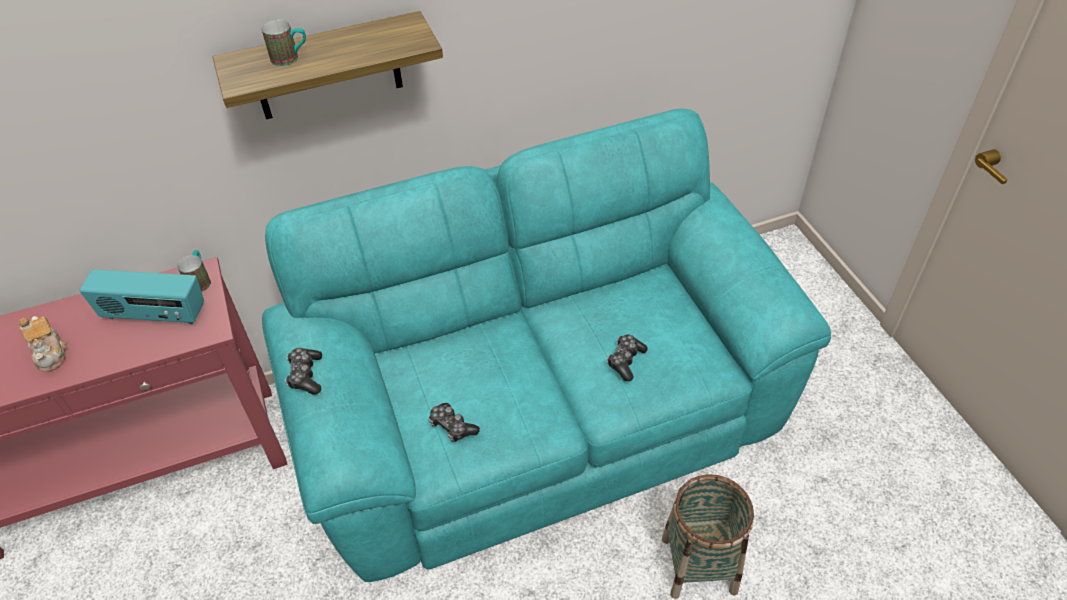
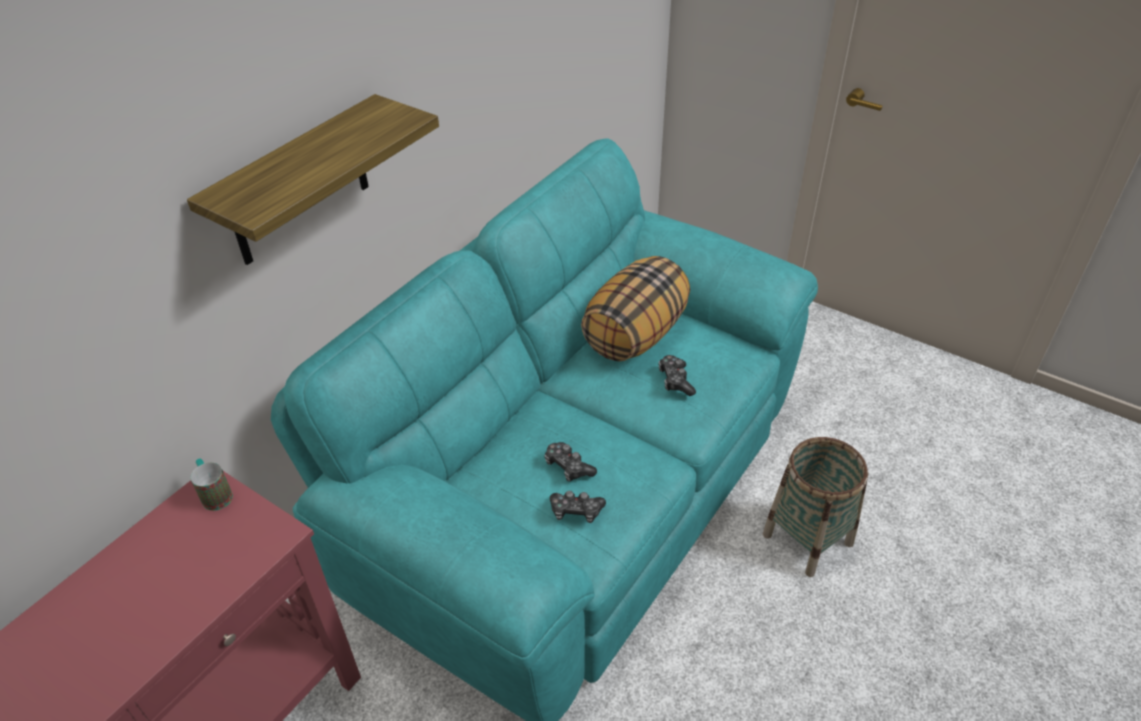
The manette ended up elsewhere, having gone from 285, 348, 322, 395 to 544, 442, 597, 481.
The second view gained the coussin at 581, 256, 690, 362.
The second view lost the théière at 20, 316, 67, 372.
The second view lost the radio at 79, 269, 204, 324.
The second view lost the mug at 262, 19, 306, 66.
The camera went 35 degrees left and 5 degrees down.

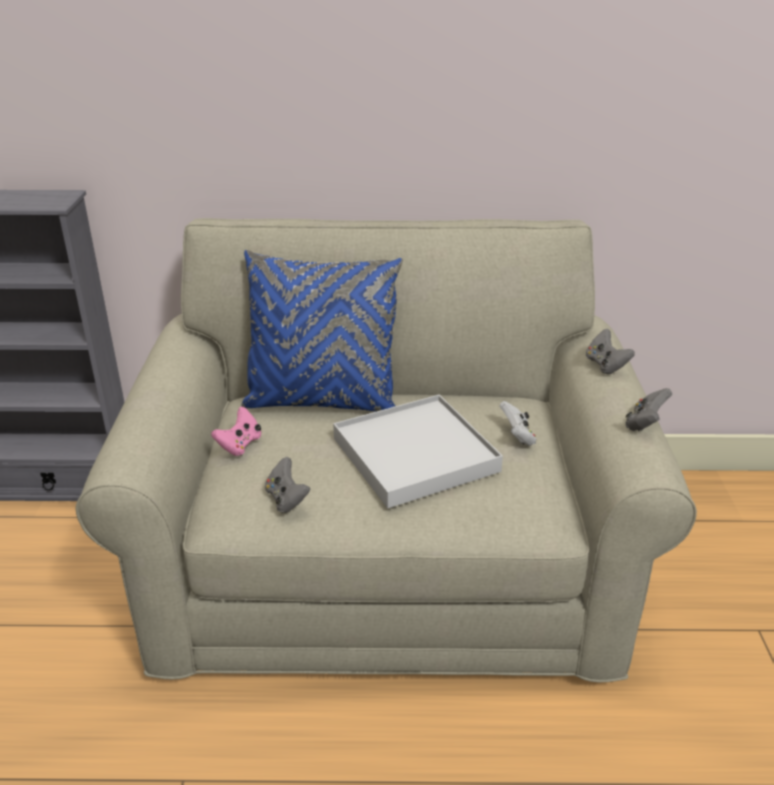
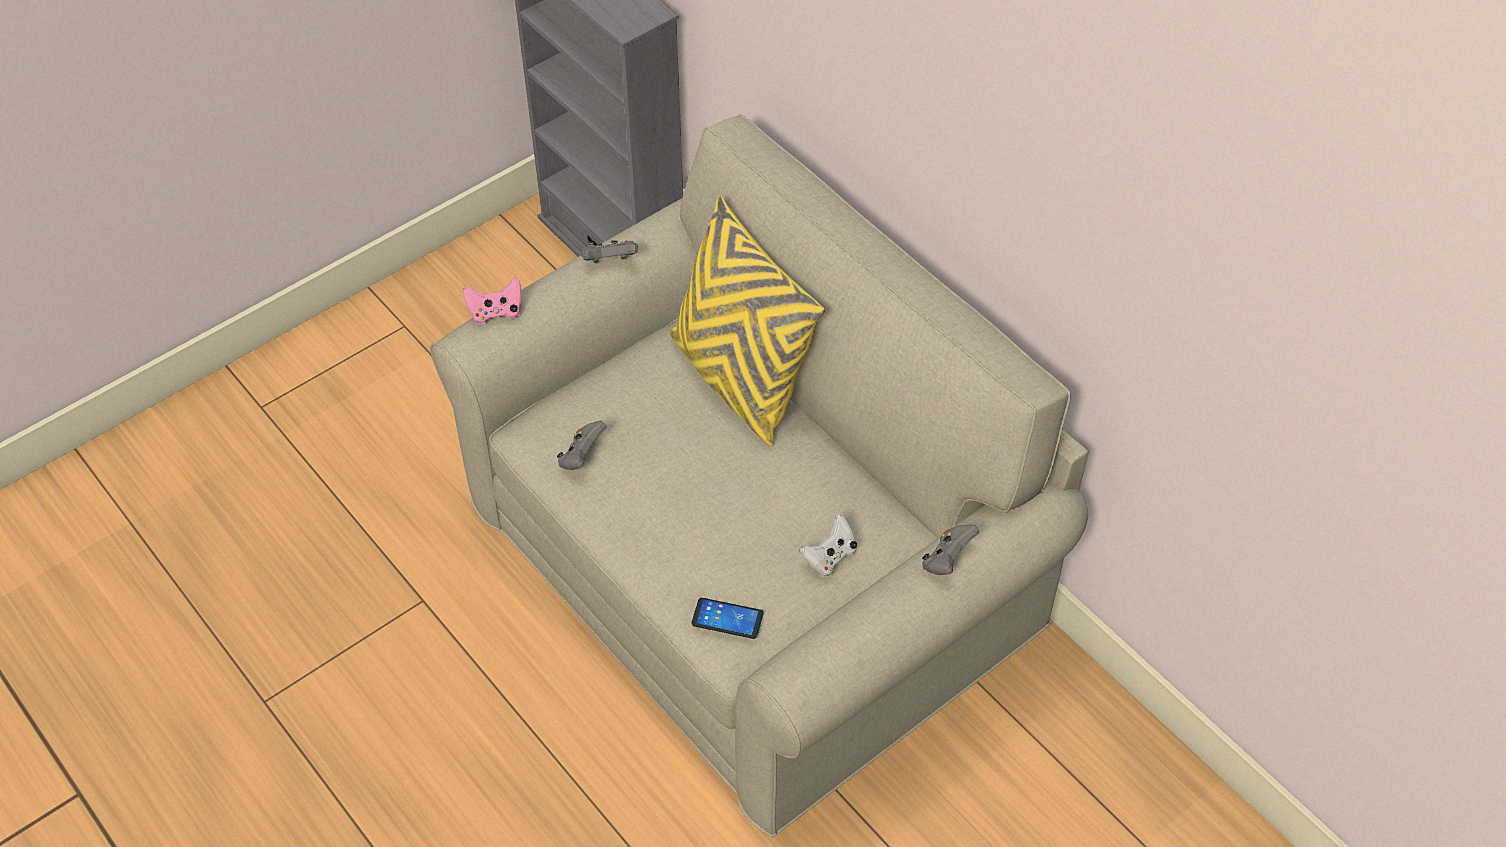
The manette [rose] ended up elsewhere, having gone from 211, 407, 261, 456 to 463, 277, 522, 324.
The manette [gris] ended up elsewhere, having gone from 626, 388, 672, 431 to 581, 240, 638, 263.
What was the coussin [bleu] at 241, 250, 403, 412 turned into the coussin [jaune] at 670, 196, 825, 446.
The second view gained the téléphone at 691, 598, 763, 639.
The second view lost the plateau [blanc] at 333, 395, 503, 508.
The camera went 50 degrees right and 20 degrees up.

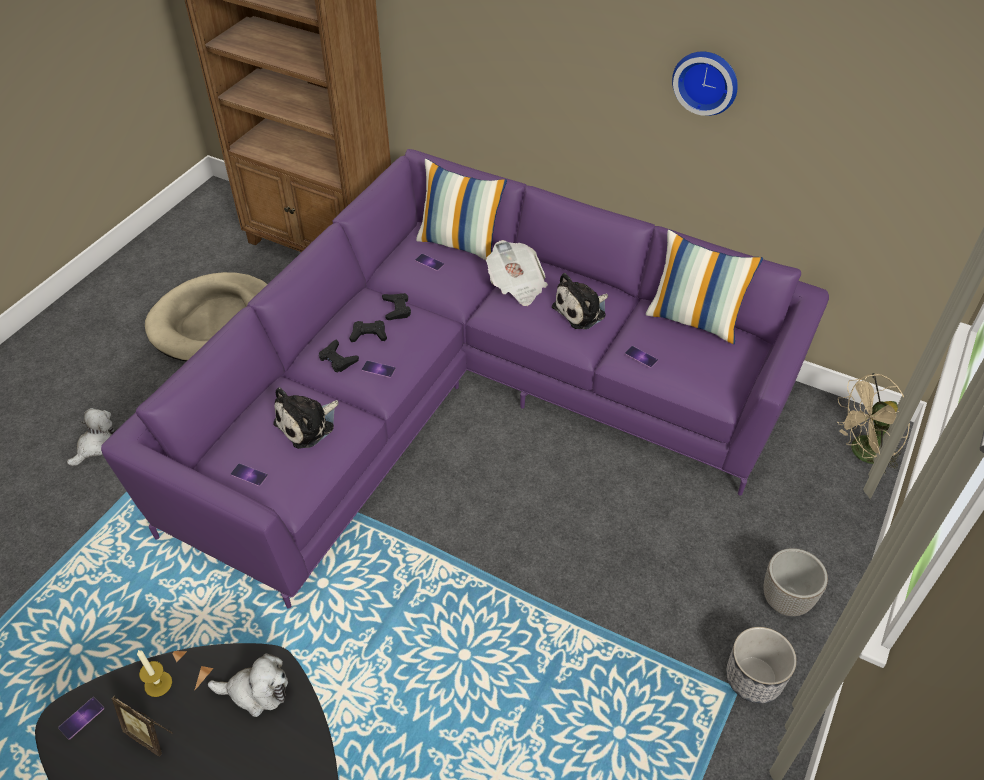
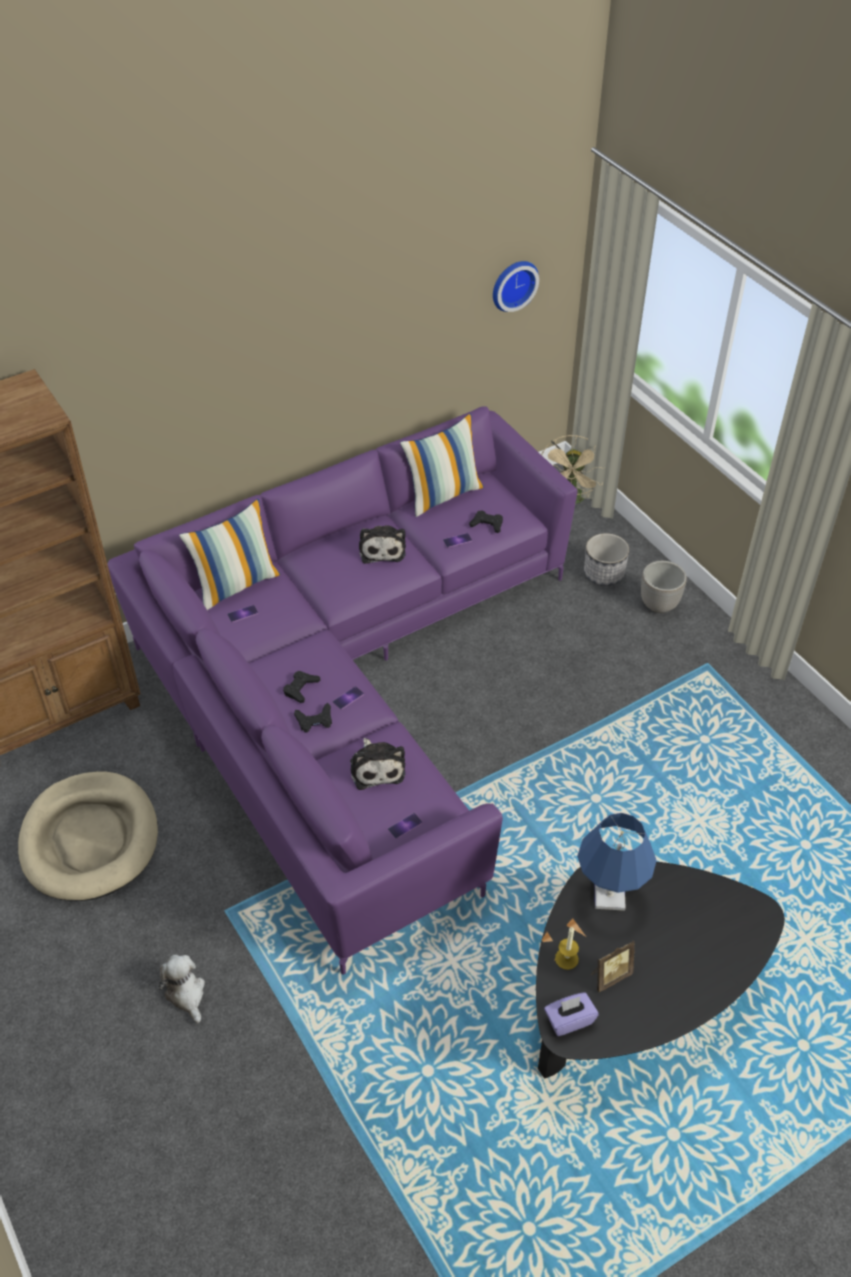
The manette [noir] ended up elsewhere, having gone from 382, 293, 411, 320 to 469, 511, 503, 533.
The horloge murale ended up elsewhere, having gone from 672, 51, 738, 116 to 493, 261, 539, 312.
Where the téléphone stood at 58, 697, 104, 739, the boîte à mouchoirs [violet] came to stand at 544, 992, 598, 1036.
Where the peluche stood at 208, 653, 288, 717, the lampe de table [bleu] came to stand at 577, 813, 657, 911.
The cache-pot ended up elsewhere, having gone from 726, 627, 797, 703 to 584, 533, 629, 586.
The second view lost the journal at 486, 240, 548, 306.
The camera went 60 degrees left and 0 degrees up.

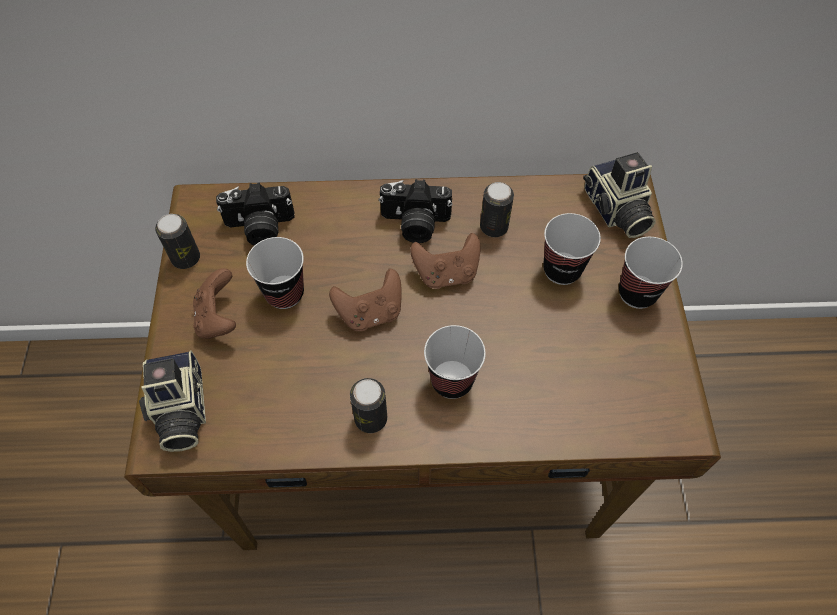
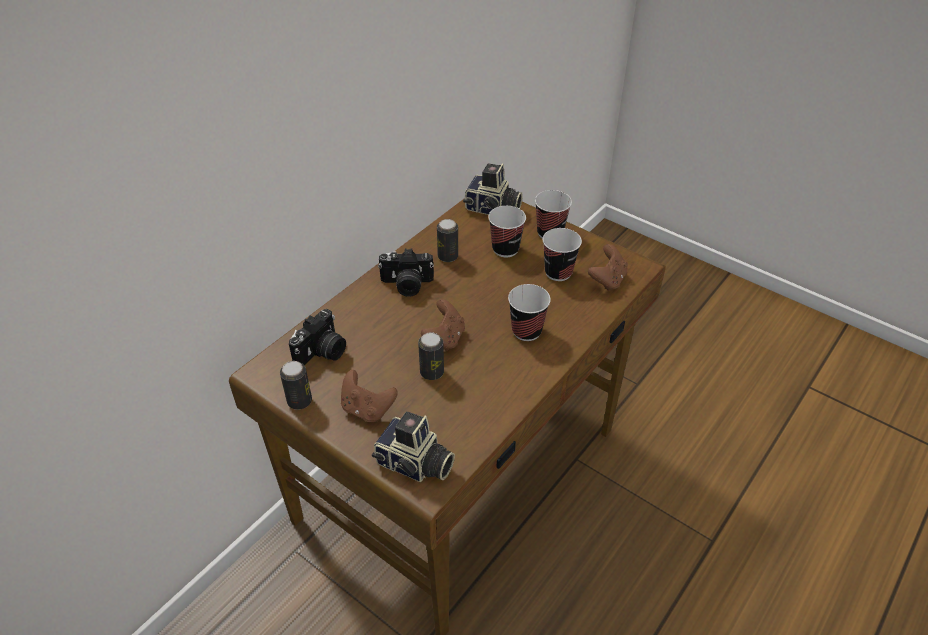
The appareil photo at 378, 179, 453, 243 ended up facing another way, 45 degrees clockwise from before.
The boîte métallique ended up elsewhere, having gone from 350, 378, 387, 433 to 418, 332, 444, 380.
The tasse ended up elsewhere, having gone from 246, 237, 304, 309 to 543, 228, 582, 281.
The manette [marron] ended up elsewhere, having gone from 410, 233, 481, 289 to 588, 244, 628, 291.
The camera went 50 degrees left and 15 degrees down.

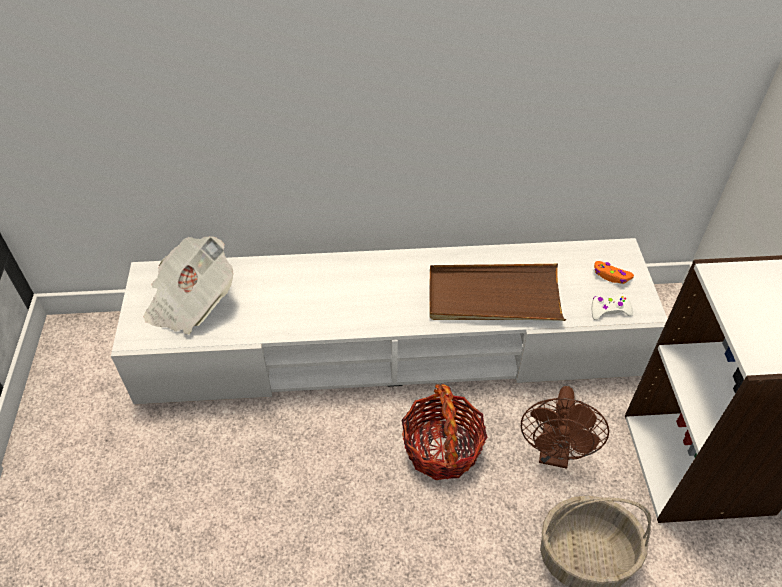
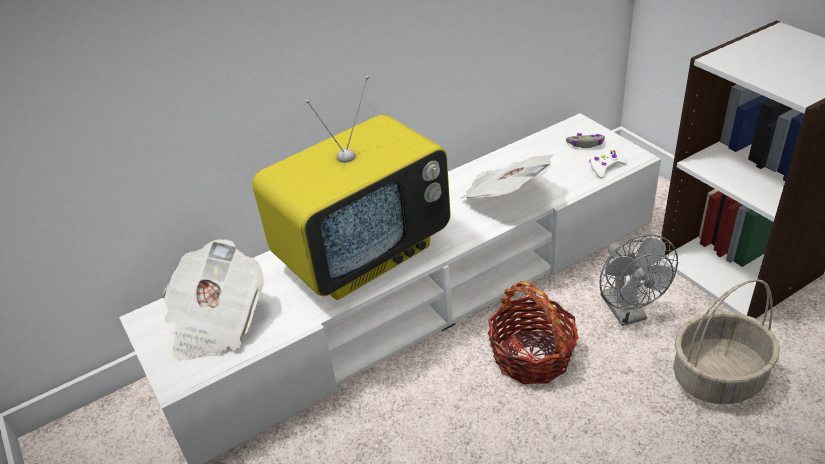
The second view gained the téléviseur at 252, 76, 451, 300.
Where the plateau [marron] stood at 429, 264, 566, 321, the journal came to stand at 460, 154, 554, 199.
What was the manette [orange] at 594, 261, 634, 284 turned into the manette [gris] at 566, 133, 605, 148.
What was the ventilateur [marron] at 521, 386, 609, 469 turned into the ventilateur [gris] at 600, 235, 678, 326.
The camera went 25 degrees left and 10 degrees down.

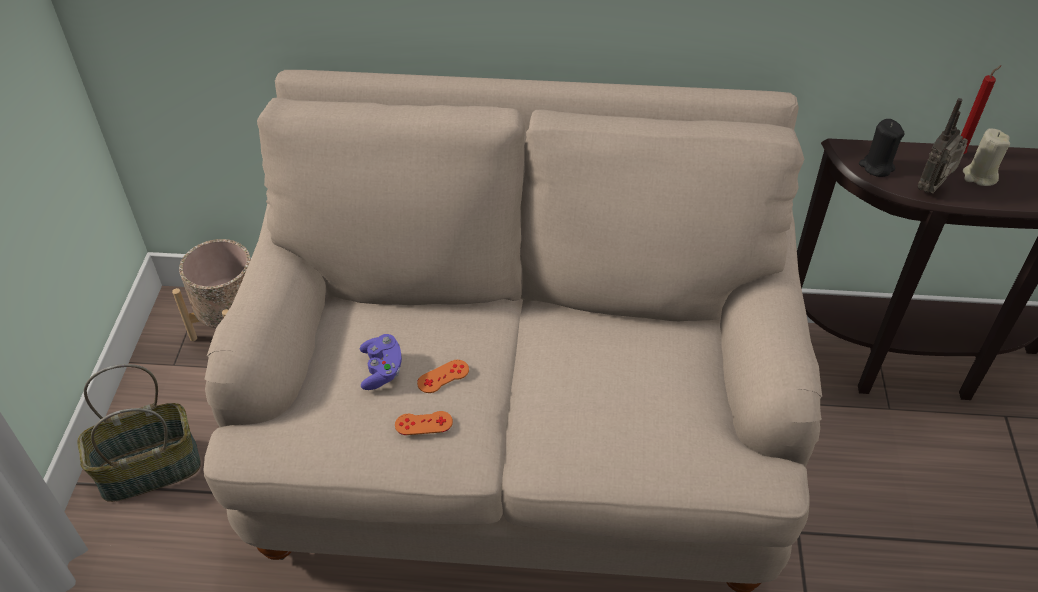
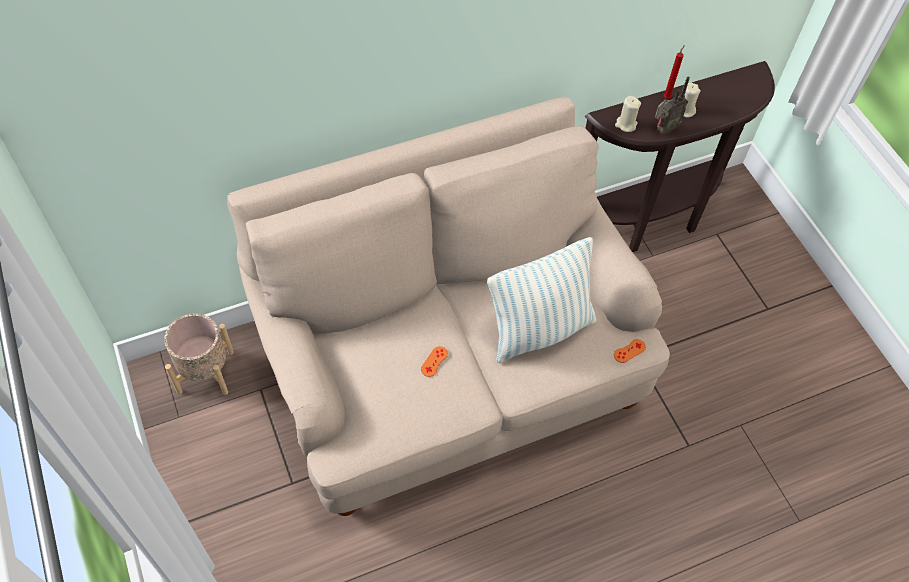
The second view gained the coussin at 487, 237, 597, 363.
The manette [orange] ended up elsewhere, having gone from 395, 411, 453, 435 to 614, 339, 646, 363.
What was the bougie [noir] at 859, 119, 905, 177 turned into the bougie [beige] at 615, 96, 641, 132.
The radio at 917, 98, 968, 194 ended up facing another way, 135 degrees counterclockwise from before.
The second view lost the panier at 77, 364, 201, 502.
The second view lost the manette [violet] at 360, 334, 402, 390.
The camera went 30 degrees left and 10 degrees up.

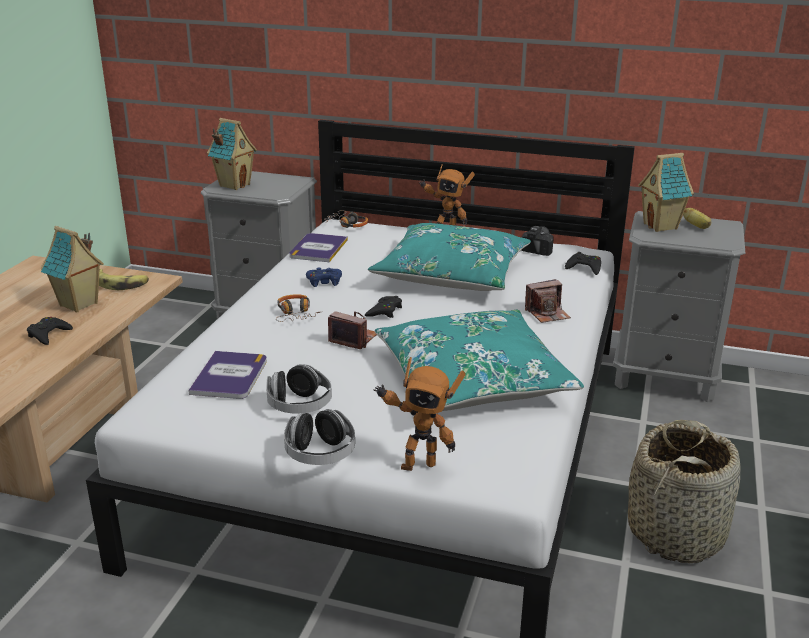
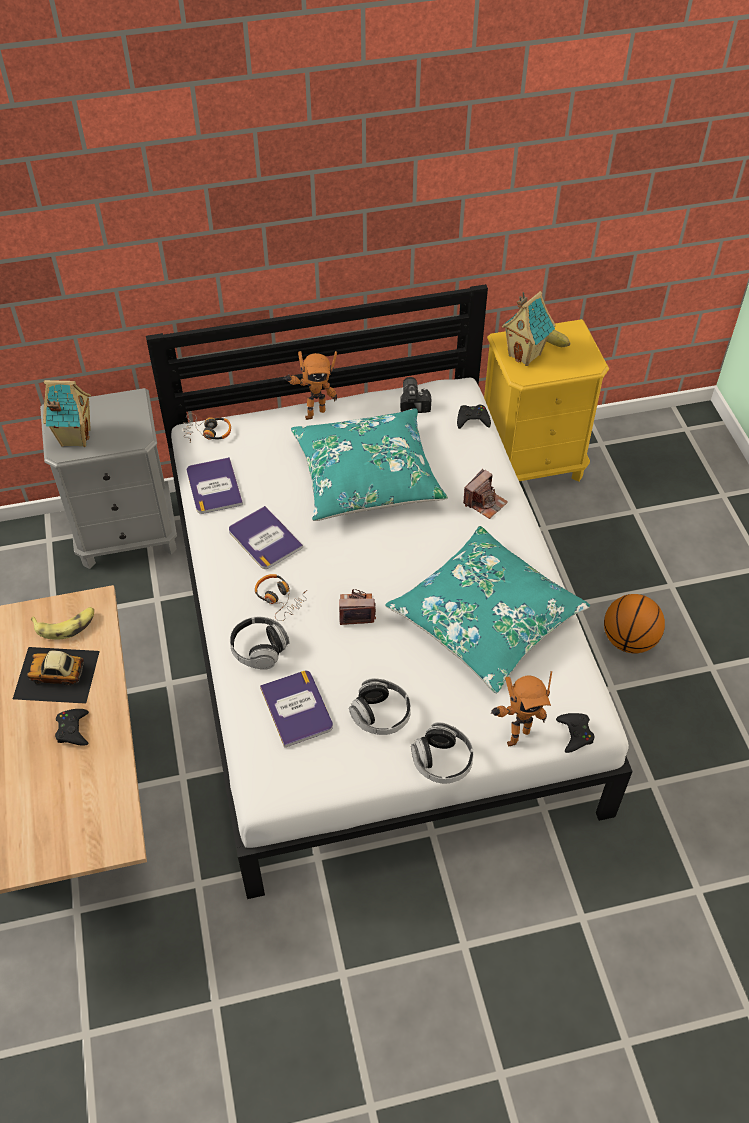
Where the maison miniature stood at 40, 226, 104, 312, the petite voiture came to stand at 13, 647, 100, 704.
Where the manette [bleu] stood at 306, 268, 342, 287, the livre came to stand at 229, 506, 303, 569.
The second view gained the casque audio at 230, 617, 290, 670.
What was the table de chevet [gris] at 613, 211, 745, 402 turned into the table de chevet [jaune] at 484, 319, 609, 482.
The manette [noir] ended up elsewhere, having gone from 365, 296, 402, 318 to 556, 713, 595, 753.
Where the panier stood at 628, 420, 740, 563, the ballon de basket came to stand at 604, 594, 665, 653.
The camera went 30 degrees left and 25 degrees up.

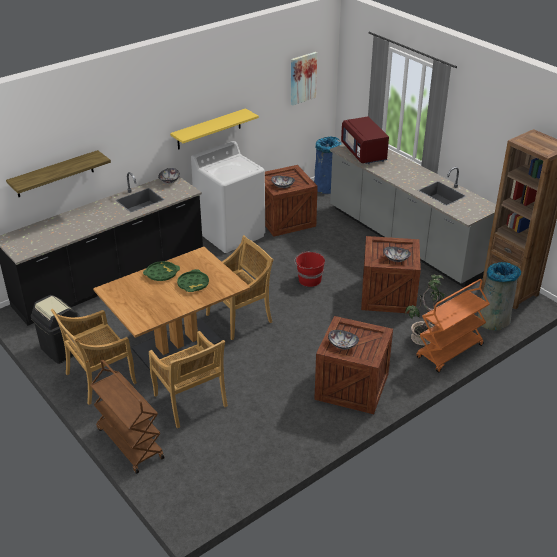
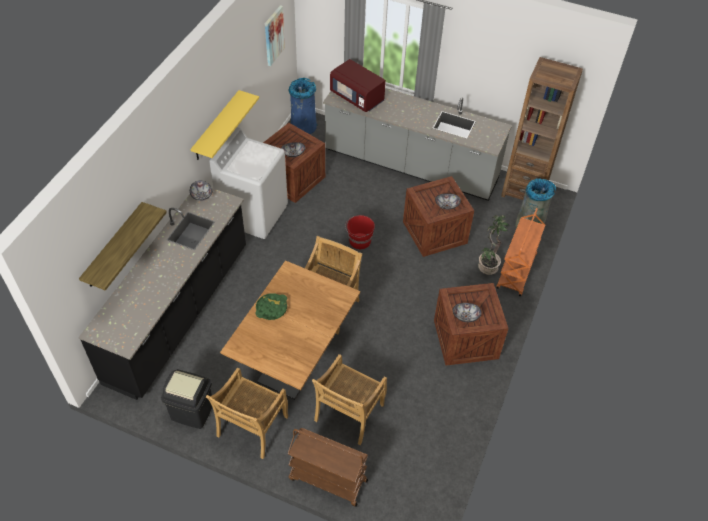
The chaise [beige] at 149, 331, 228, 428 ended up facing another way, 90 degrees clockwise from before.
The second view lost the plateau [vert] at 177, 269, 209, 292.
The camera went 30 degrees left and 15 degrees up.

